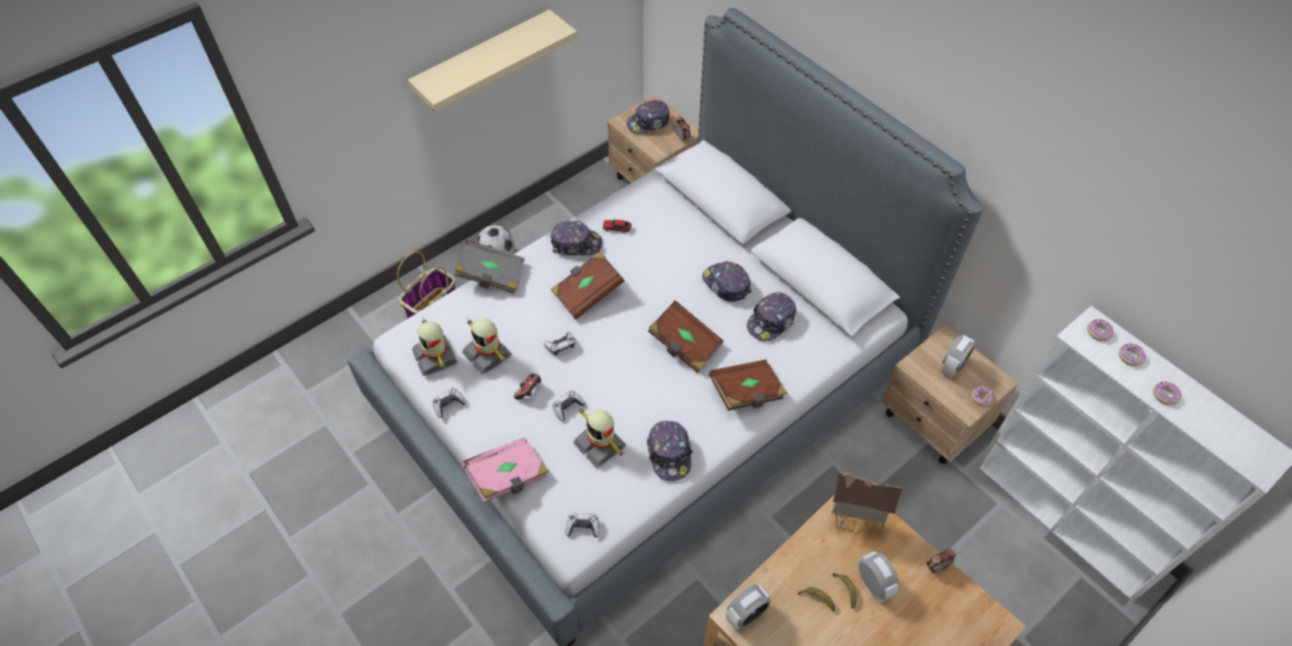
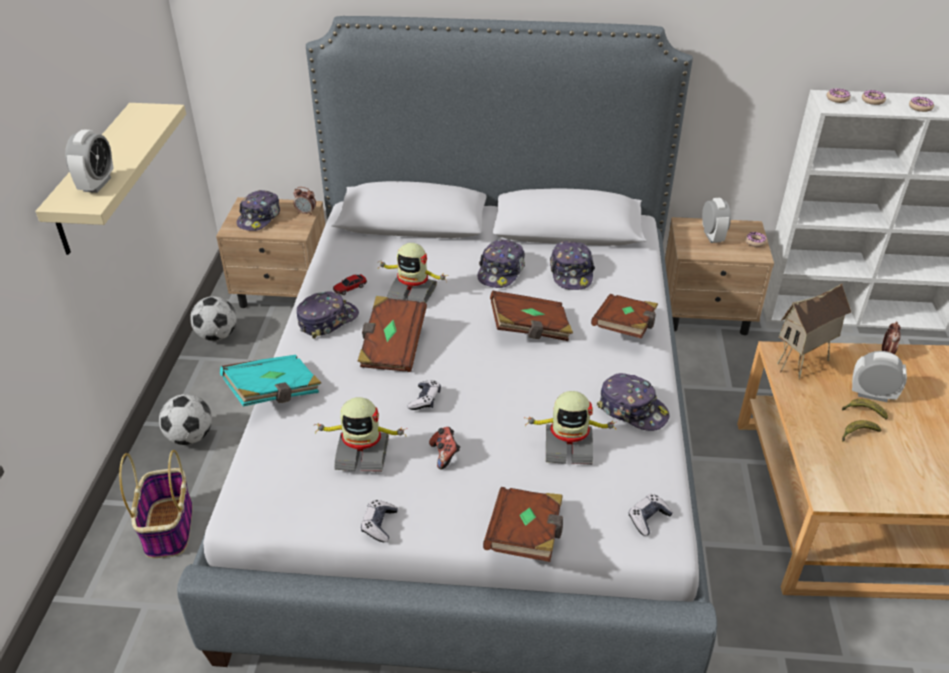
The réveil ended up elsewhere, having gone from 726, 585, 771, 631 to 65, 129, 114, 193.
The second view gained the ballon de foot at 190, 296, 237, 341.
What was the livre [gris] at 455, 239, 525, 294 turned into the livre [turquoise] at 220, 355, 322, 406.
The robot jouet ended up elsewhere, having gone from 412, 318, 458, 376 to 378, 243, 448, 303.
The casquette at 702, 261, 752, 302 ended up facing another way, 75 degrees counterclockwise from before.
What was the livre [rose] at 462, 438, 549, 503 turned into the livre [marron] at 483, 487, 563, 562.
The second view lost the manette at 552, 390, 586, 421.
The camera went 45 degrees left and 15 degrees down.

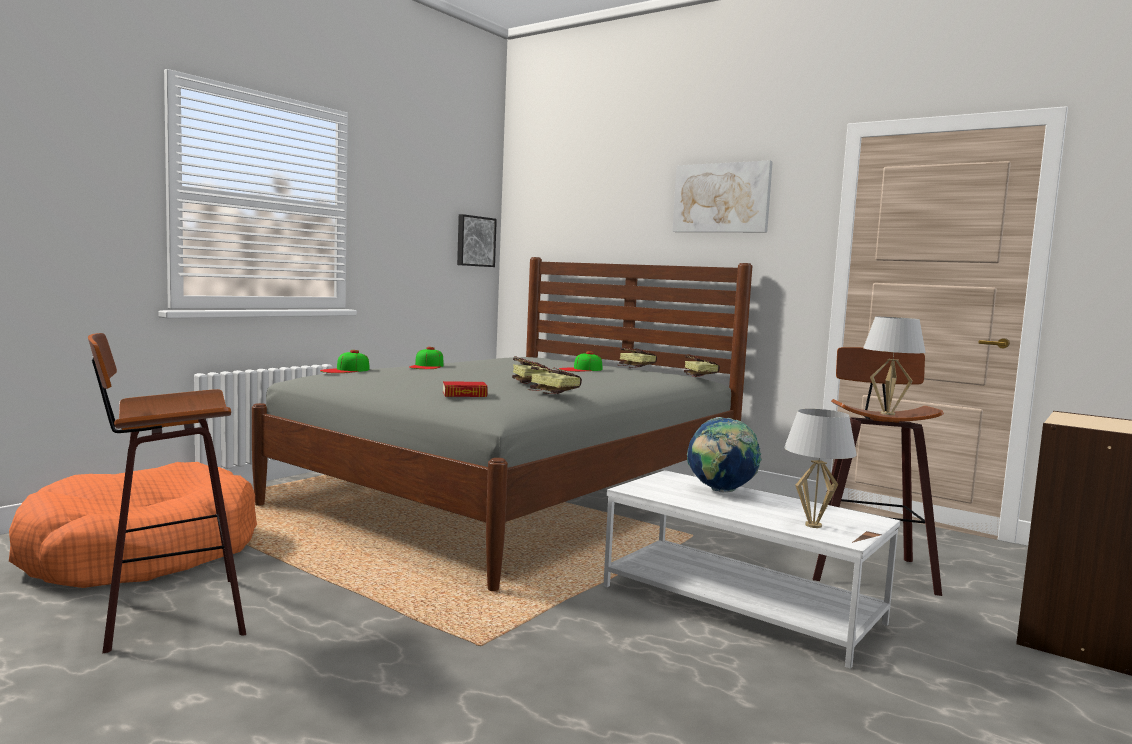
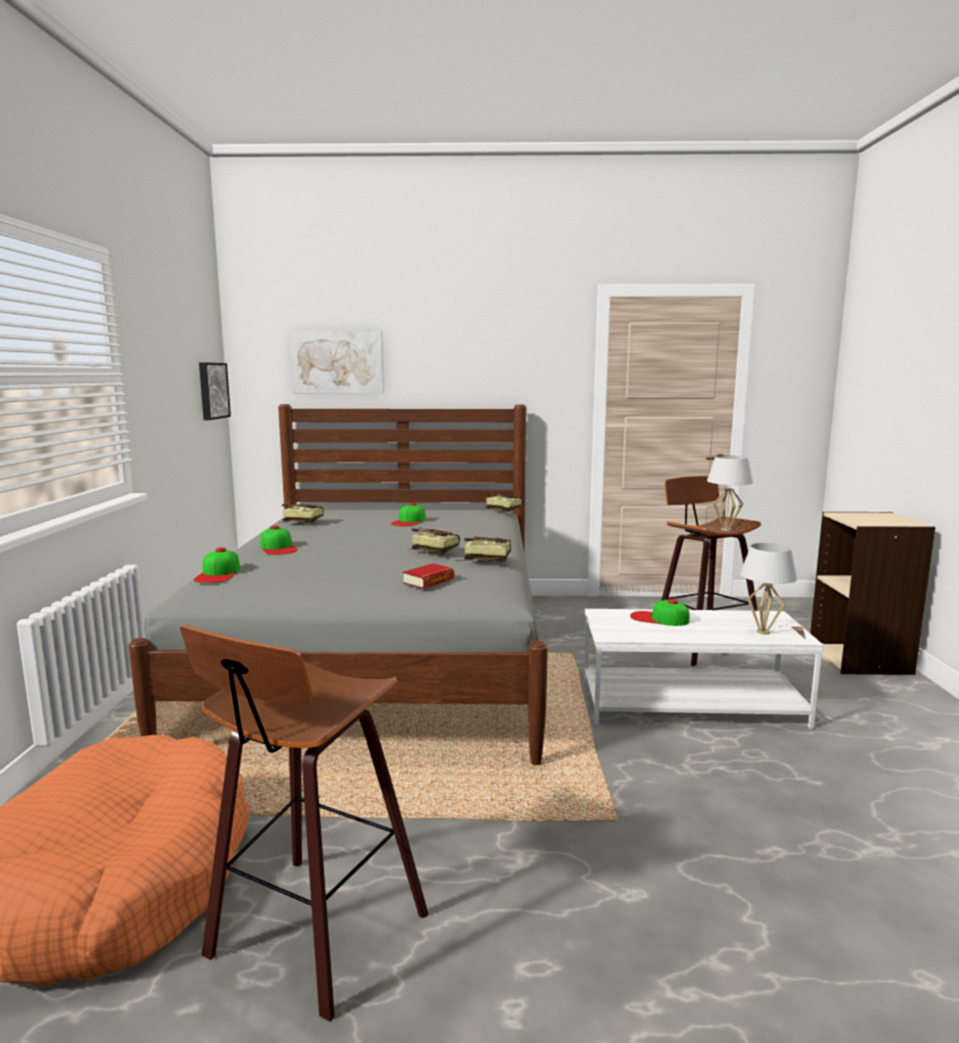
The livre ended up elsewhere, having gone from 619, 347, 657, 368 to 279, 503, 324, 524.
The tableau ended up elsewhere, having gone from 672, 160, 773, 232 to 290, 331, 384, 393.
Where the globe stood at 687, 417, 762, 493, the casquette came to stand at 630, 599, 690, 626.
The camera went 35 degrees left and 5 degrees up.

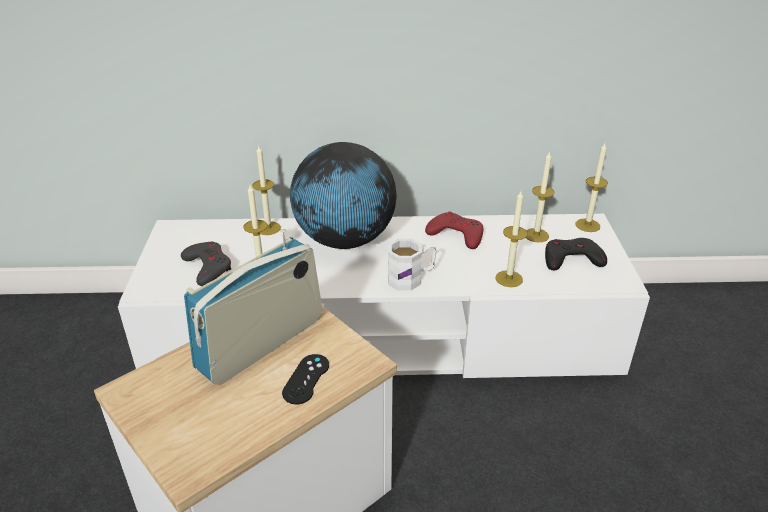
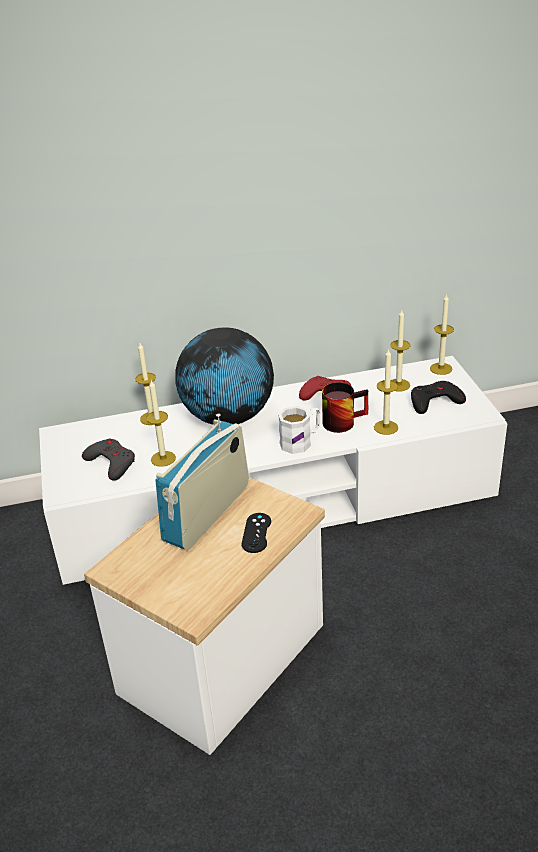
The second view gained the mug at 322, 382, 368, 433.
The camera went 10 degrees left and 0 degrees up.

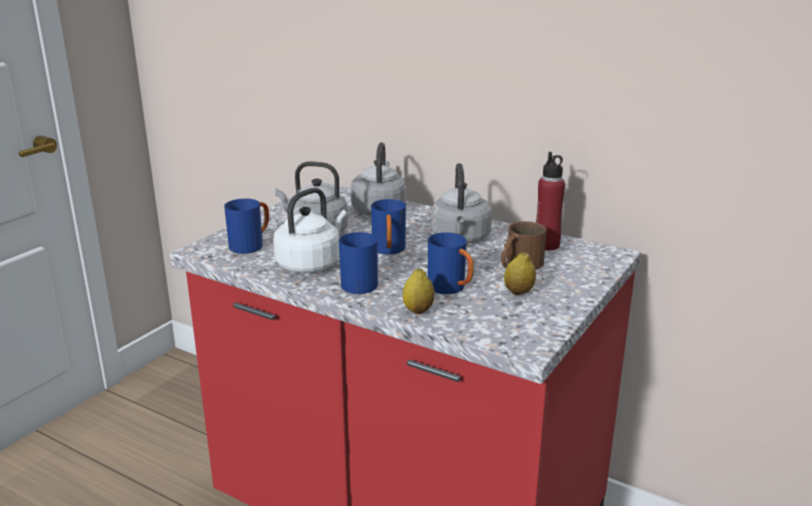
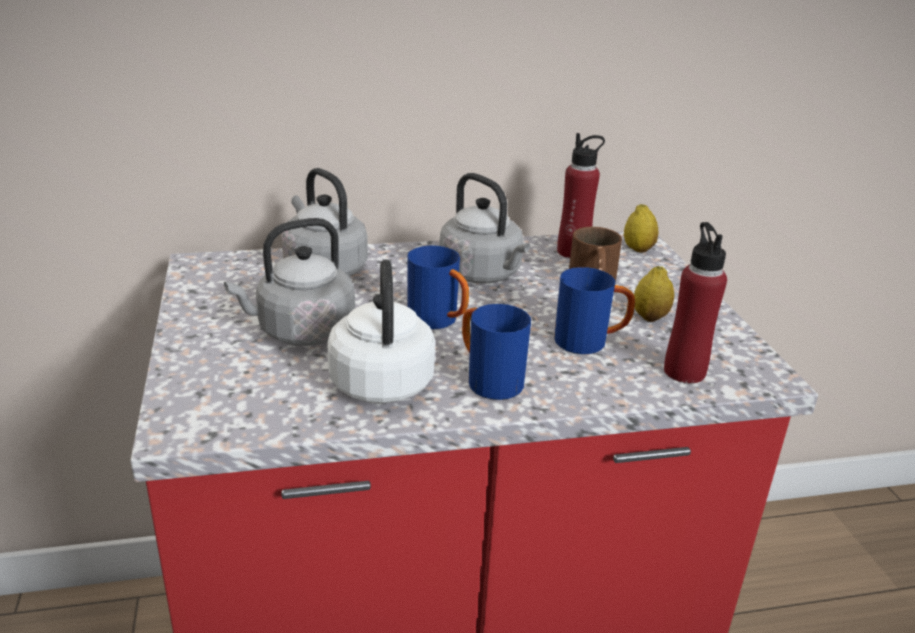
The citron ended up elsewhere, having gone from 403, 269, 434, 314 to 624, 204, 659, 253.
The second view gained the bouteille [rouge] at 664, 222, 727, 383.
The second view lost the mug [bleu] at 224, 199, 269, 254.
The camera went 45 degrees left and 5 degrees up.

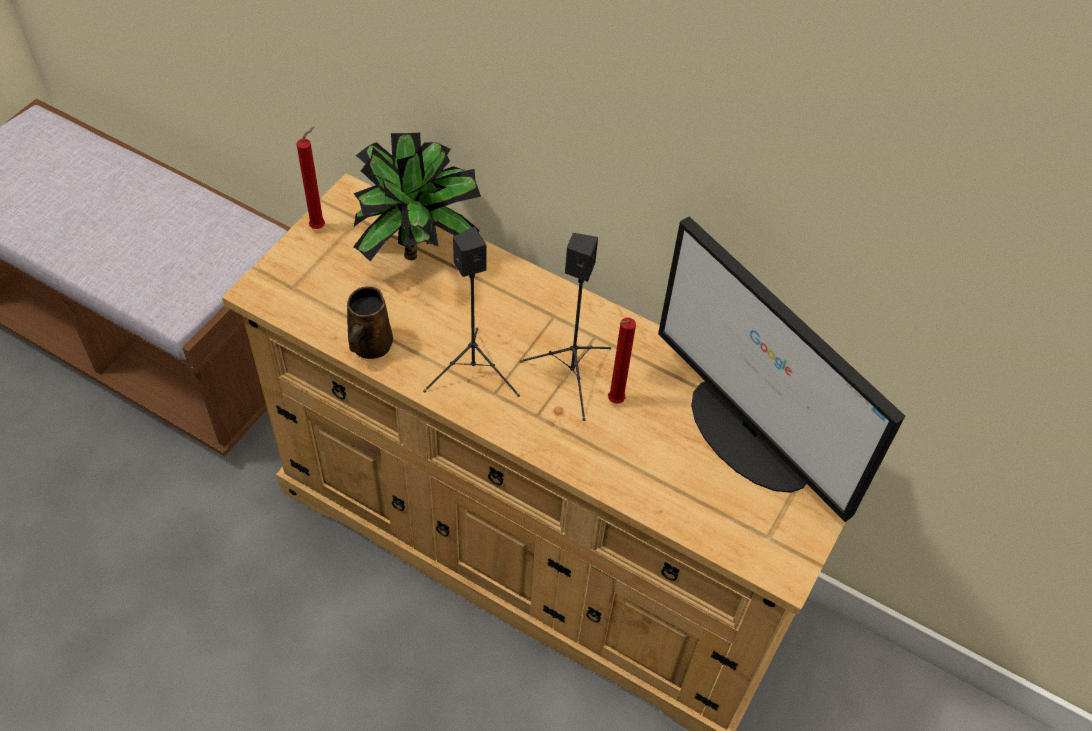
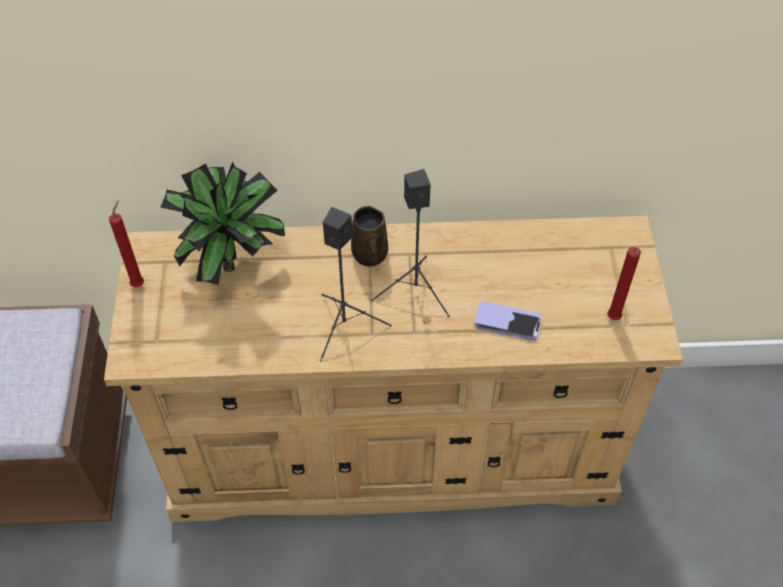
The mug [marron] ended up elsewhere, having gone from 347, 287, 393, 359 to 351, 206, 388, 266.
The second view gained the téléphone at 474, 302, 542, 341.
The bougie [rouge] ended up elsewhere, having gone from 608, 318, 636, 404 to 607, 247, 641, 320.
The second view lost the écran d'ordinateur at 658, 216, 905, 522.
The camera went 30 degrees left and 0 degrees up.

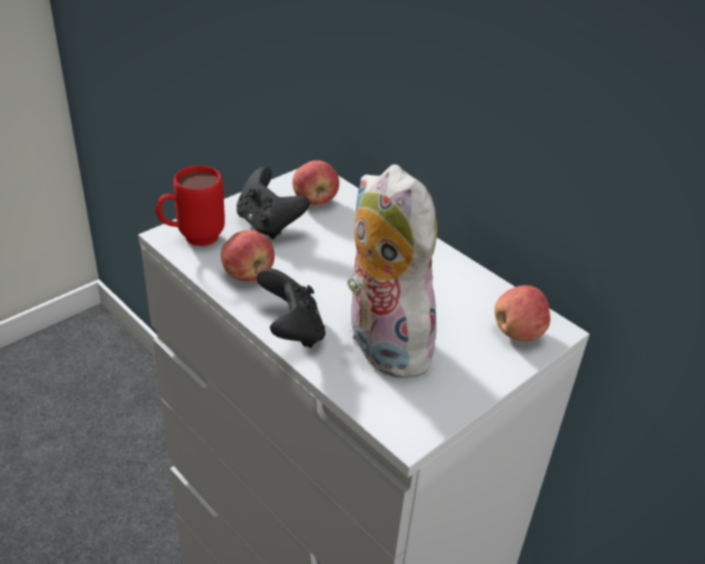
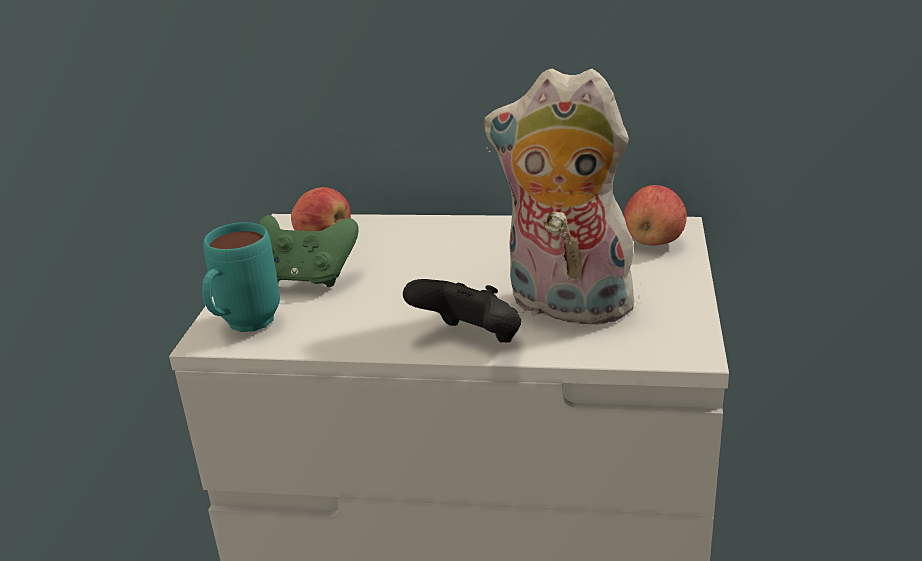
What was the mug [rouge] at 156, 165, 225, 246 turned into the mug [turquoise] at 202, 222, 280, 332.
What was the manette [noir] at 236, 167, 310, 239 turned into the manette [vert] at 258, 215, 359, 287.
The second view lost the pomme at 221, 230, 275, 281.
The camera went 35 degrees left and 10 degrees down.

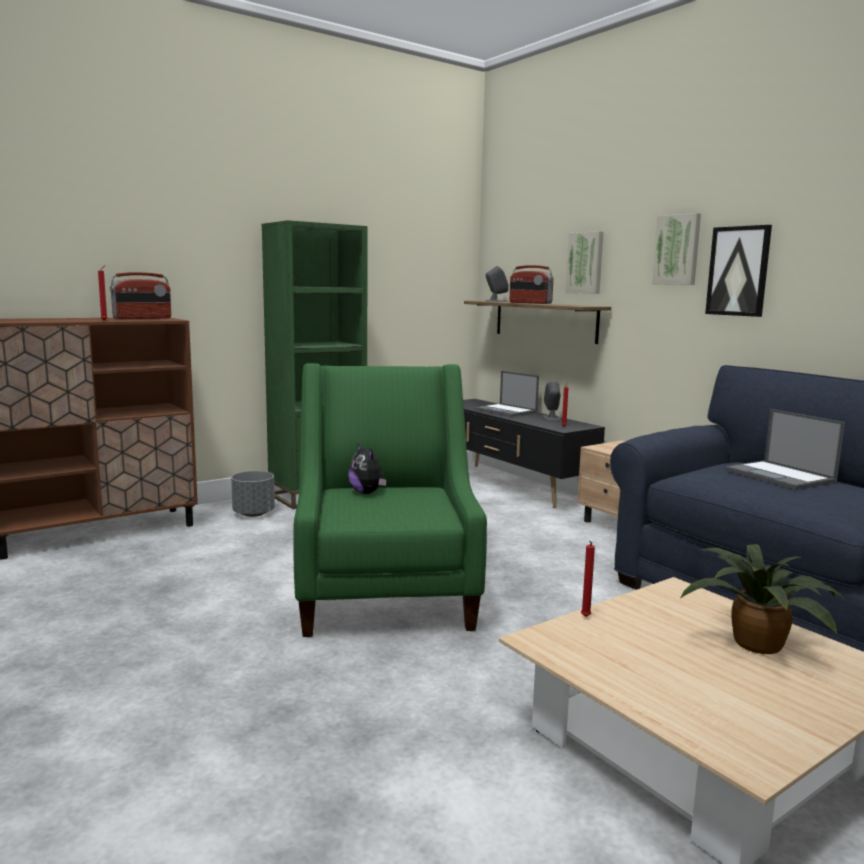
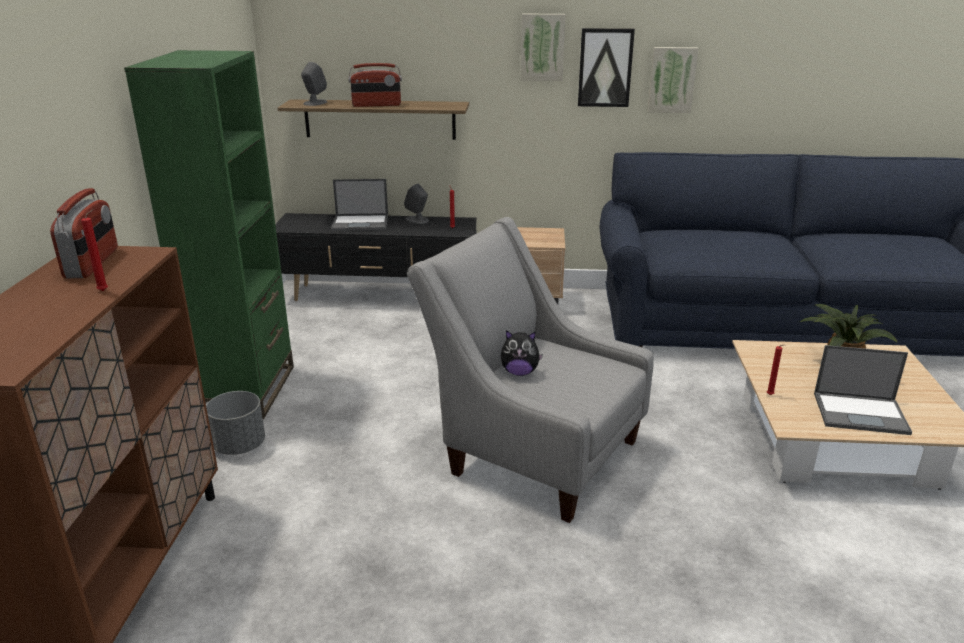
What was the fauteuil [vert] at 293, 363, 487, 637 turned into the fauteuil [gris] at 407, 217, 654, 523.
The tableau ended up elsewhere, having gone from 566, 231, 603, 294 to 648, 47, 698, 113.
The ordinateur portable ended up elsewhere, having gone from 724, 409, 845, 490 to 814, 345, 912, 435.
The camera went 50 degrees left and 15 degrees up.

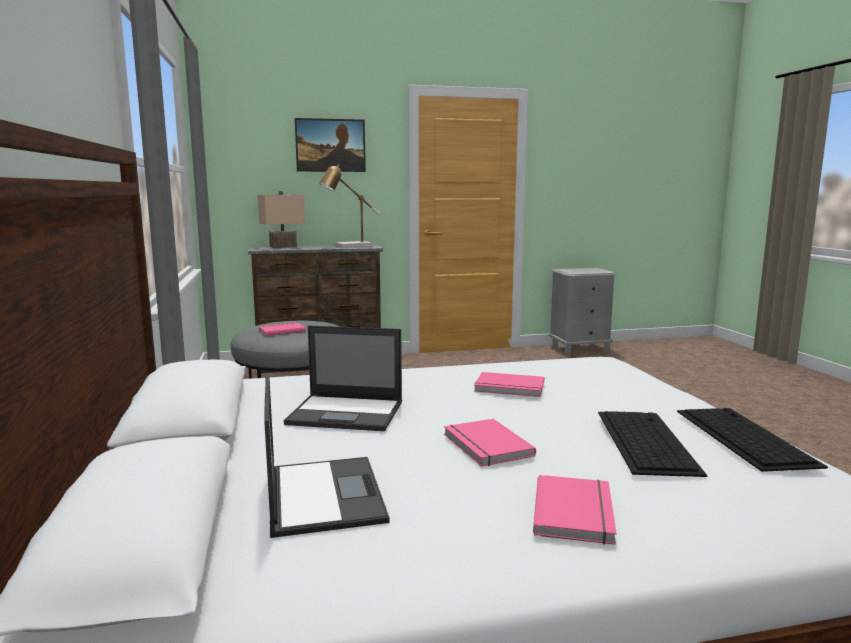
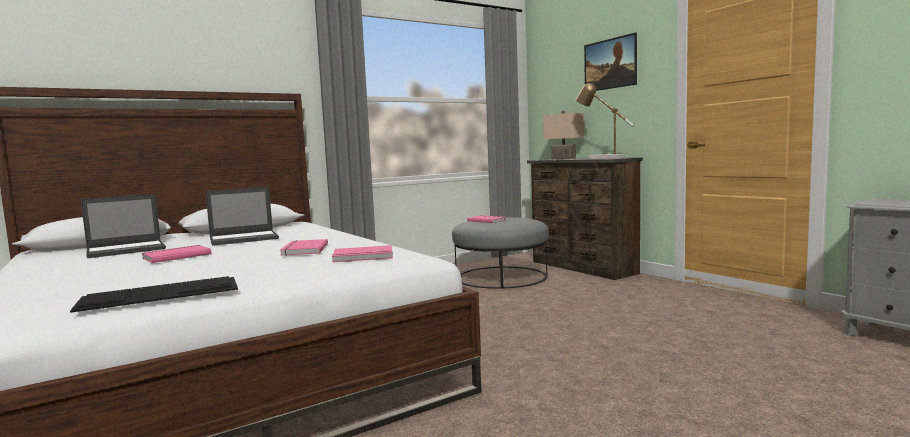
The ordinateur portable at 284, 326, 402, 431 ended up facing another way, 105 degrees counterclockwise from before.
The livre [rose] ended up elsewhere, having gone from 533, 475, 617, 545 to 332, 245, 393, 262.
The second view lost the clavier at 598, 411, 707, 477.
The camera went 70 degrees right and 5 degrees down.

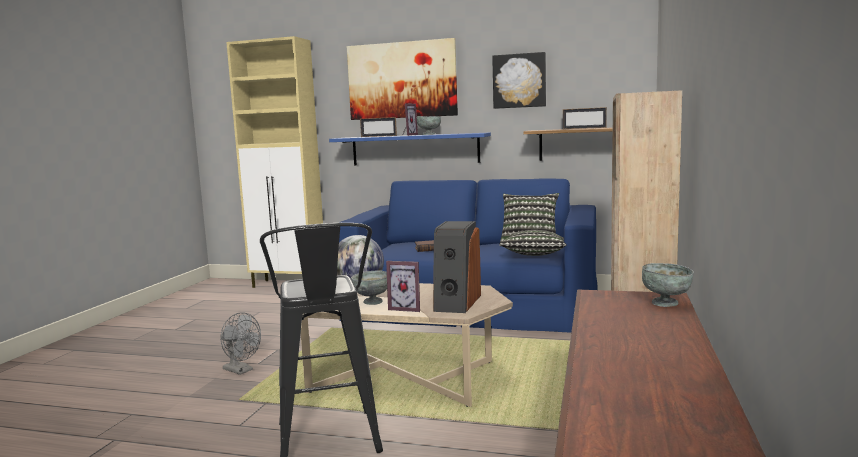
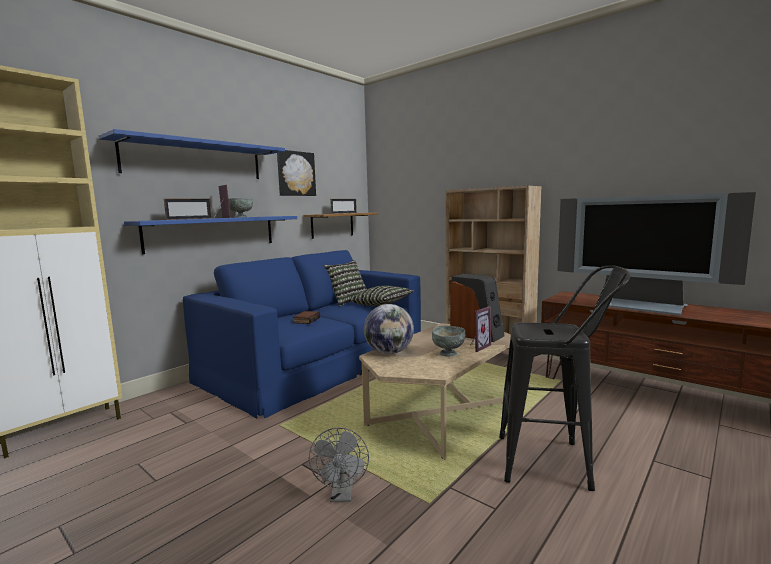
Where the tableau hung at 346, 38, 458, 120, the étagère [bleu] came to hang at 98, 129, 285, 179.
The ventilateur [gris] at 220, 312, 261, 375 ended up facing another way, 120 degrees clockwise from before.
The second view gained the téléviseur at 558, 192, 756, 316.
The second view lost the bol [gris] at 642, 263, 694, 307.
The camera went 65 degrees left and 0 degrees up.

